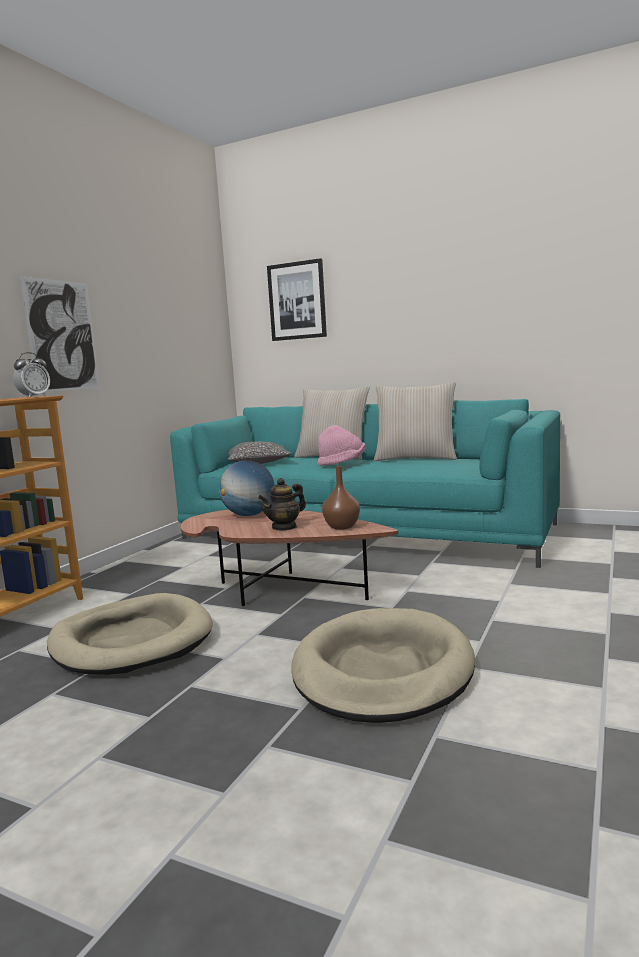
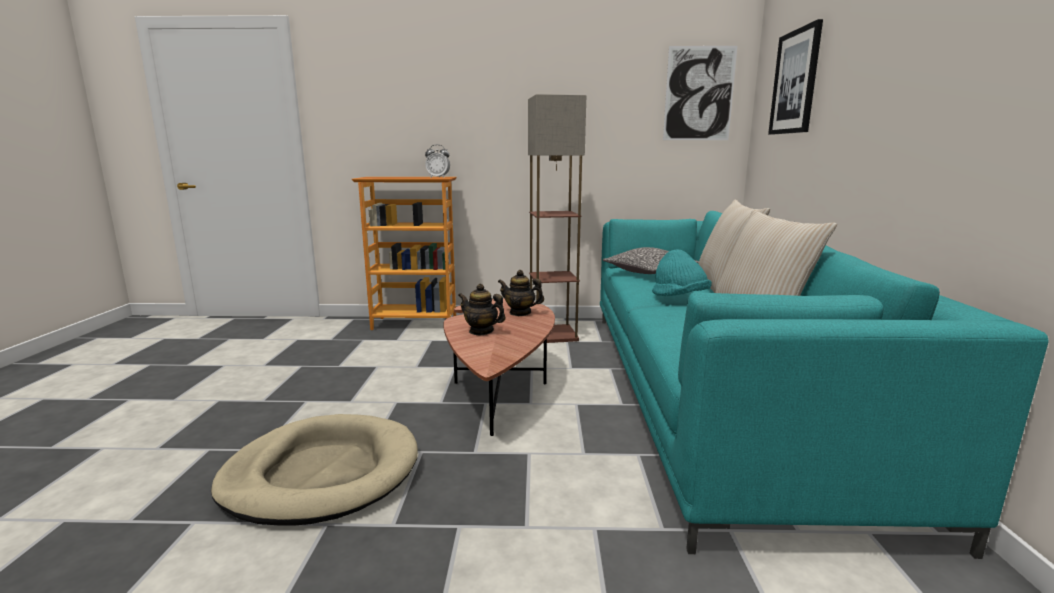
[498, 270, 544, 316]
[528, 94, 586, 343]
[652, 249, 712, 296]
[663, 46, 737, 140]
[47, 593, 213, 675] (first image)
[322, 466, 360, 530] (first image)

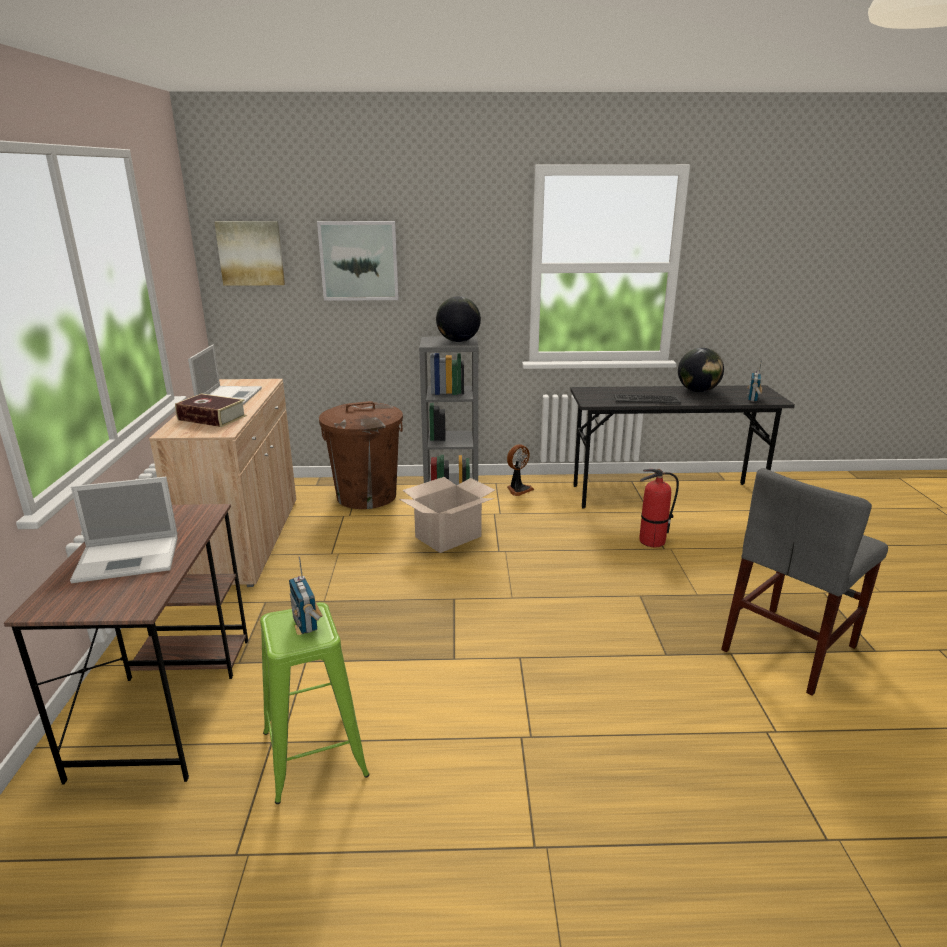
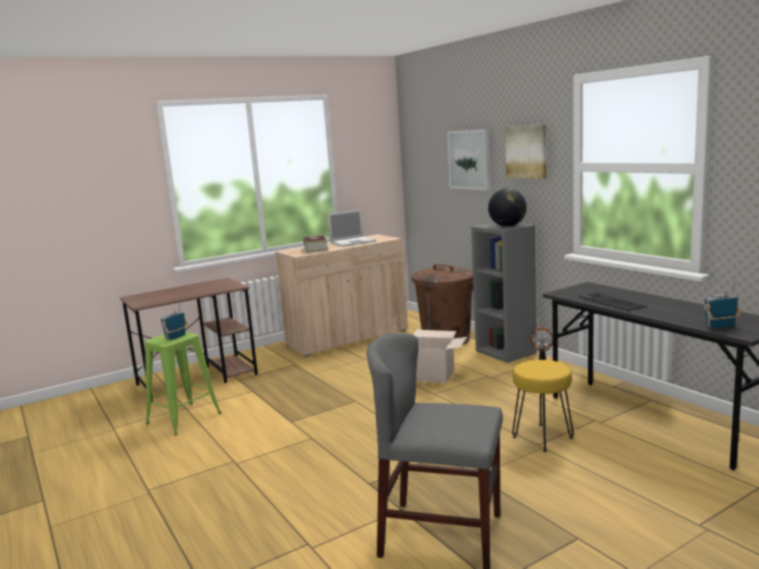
[505, 124, 547, 179]
[512, 360, 574, 452]
[70, 477, 178, 583] (first image)
[678, 348, 724, 392] (first image)

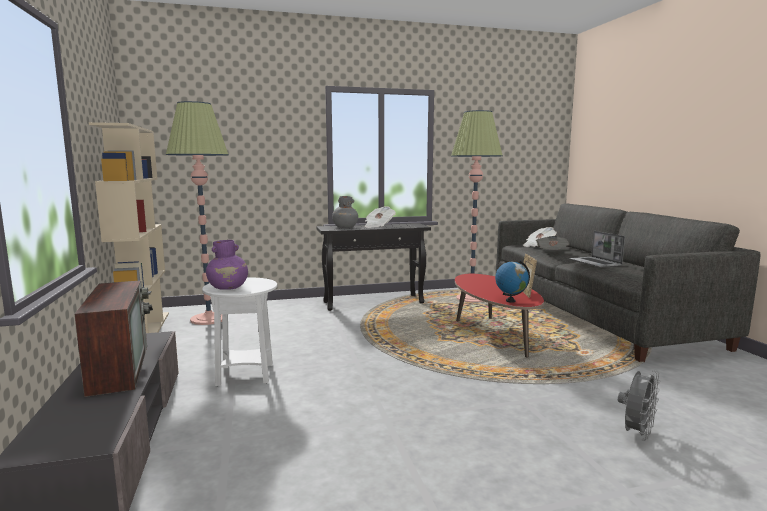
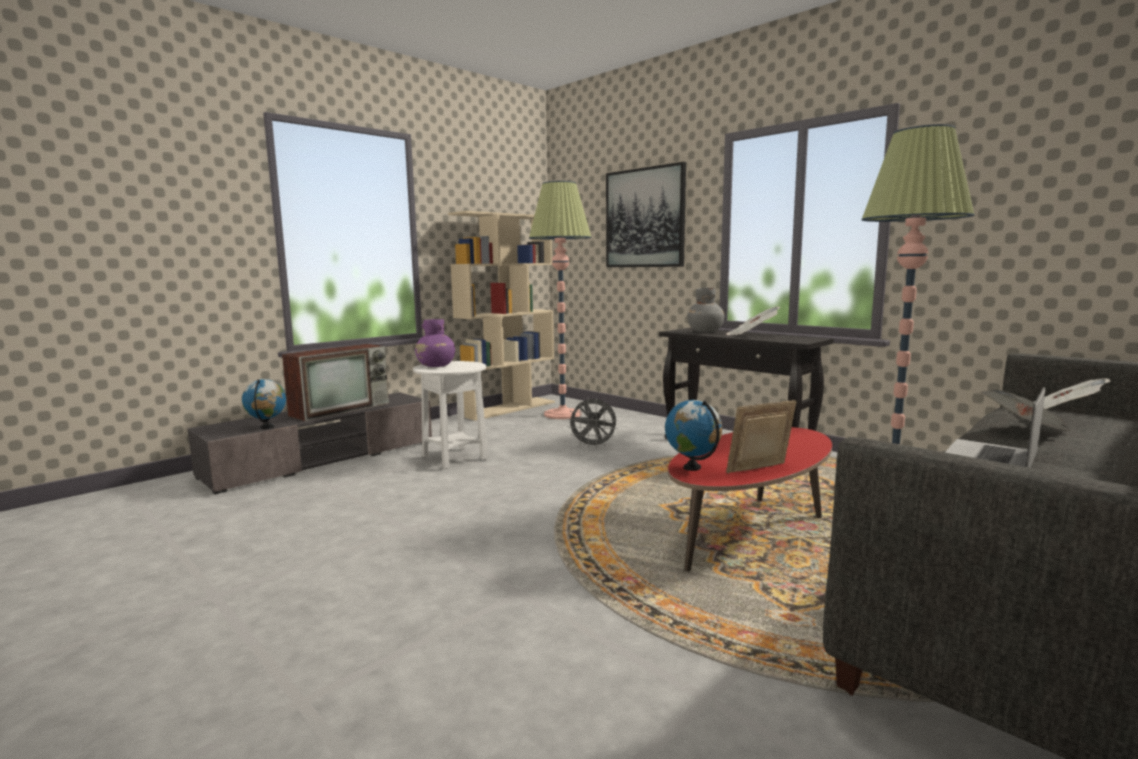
[242, 379, 286, 429]
[567, 398, 618, 448]
[606, 162, 686, 267]

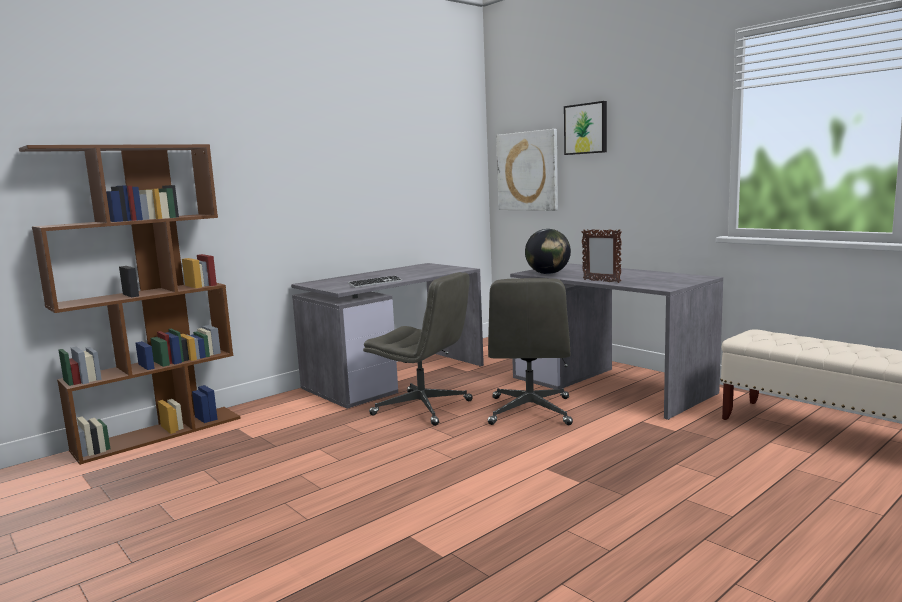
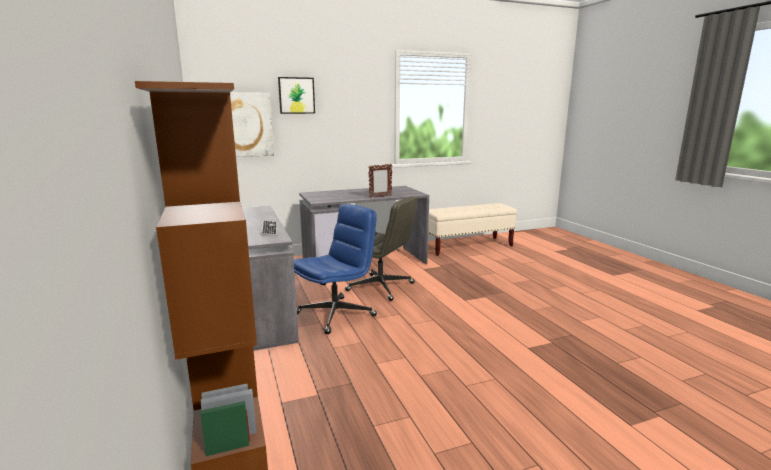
[294, 204, 377, 334]
[525, 229, 571, 274] (first image)

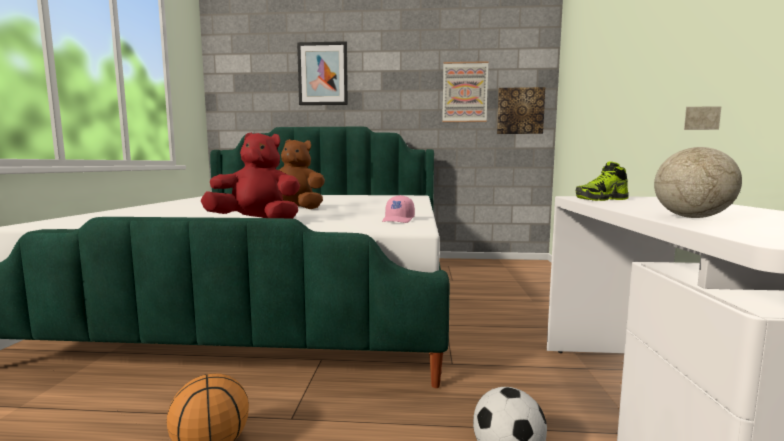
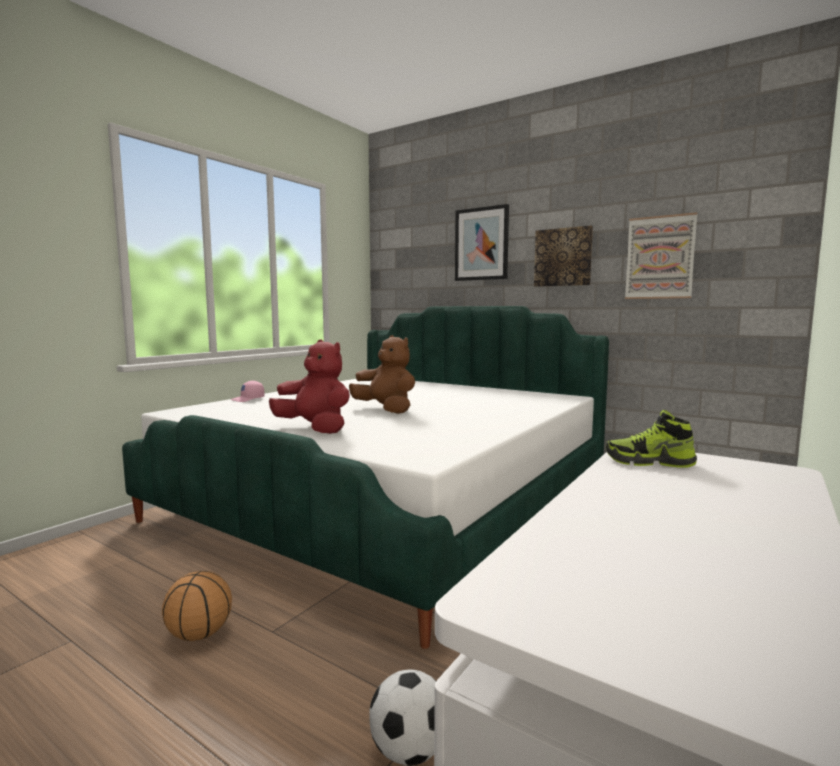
[230, 380, 264, 402]
[534, 226, 593, 287]
[654, 106, 742, 218] (first image)

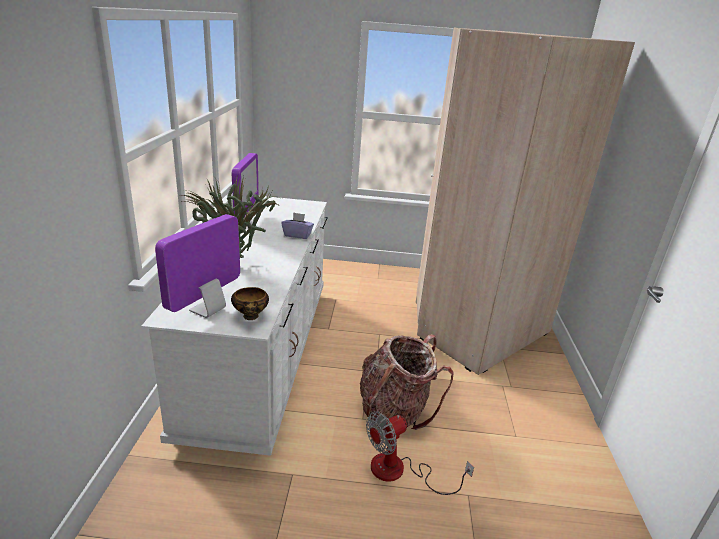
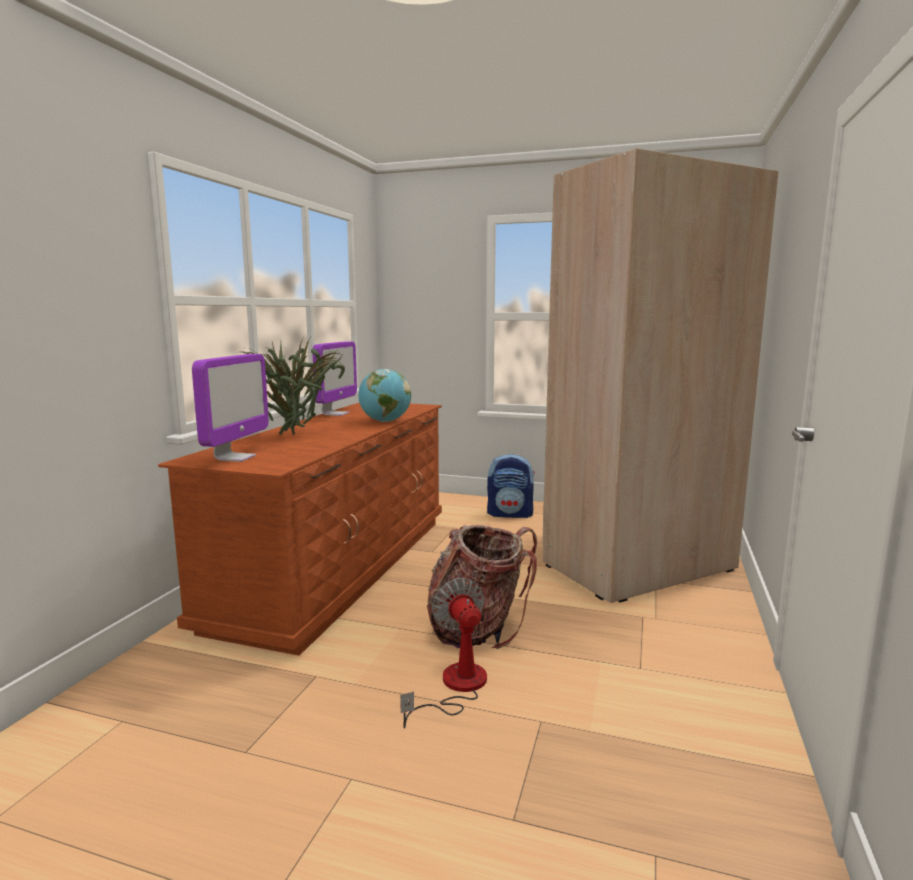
[158, 403, 442, 656]
[192, 354, 269, 462]
[358, 369, 411, 422]
[400, 578, 487, 729]
[487, 454, 535, 518]
[231, 287, 269, 320] (first image)

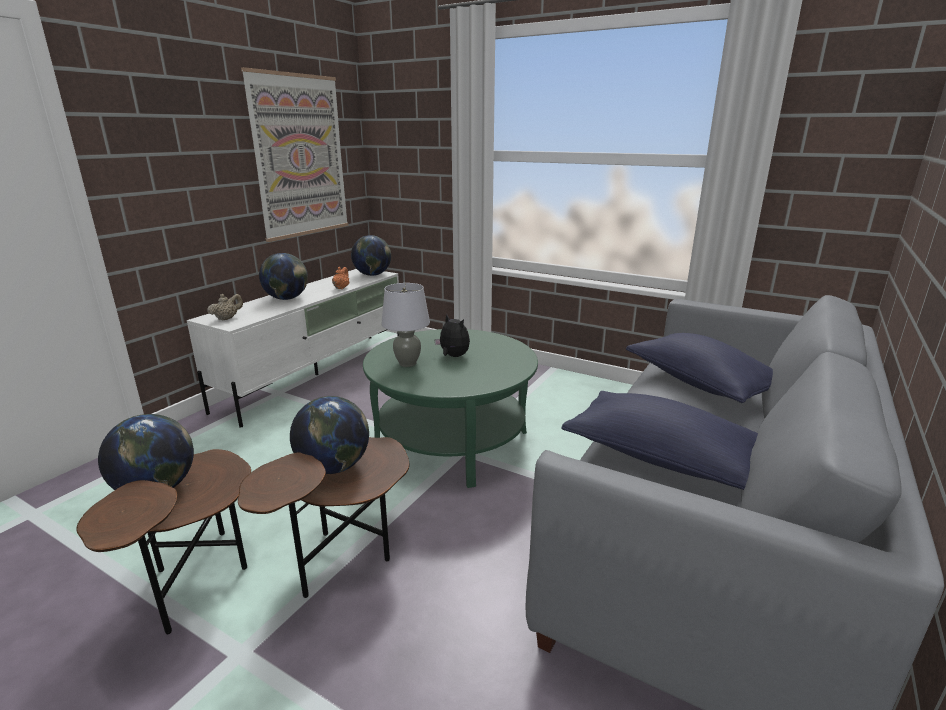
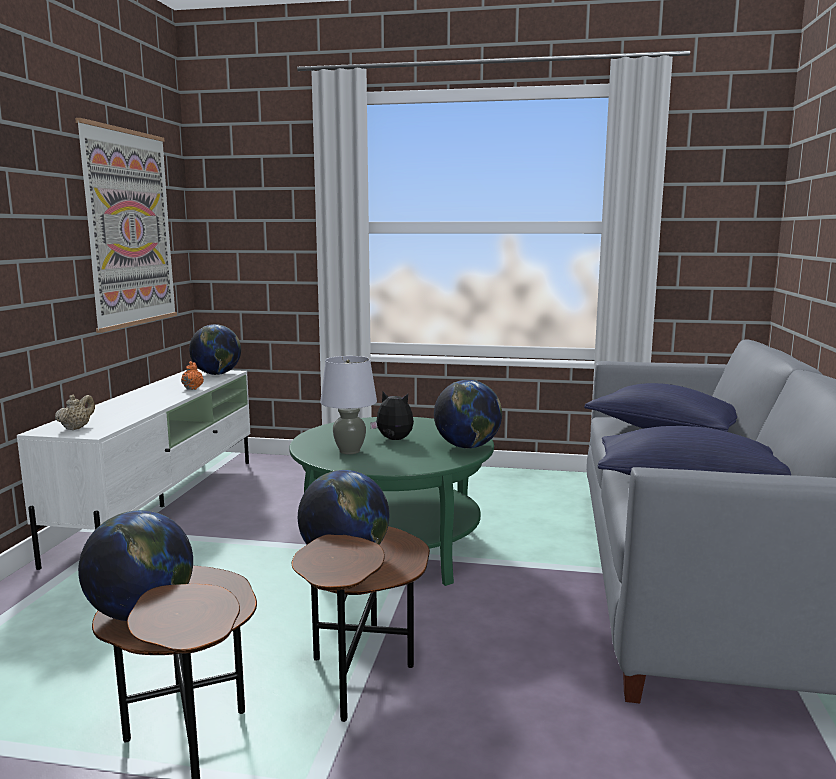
[434, 380, 502, 449]

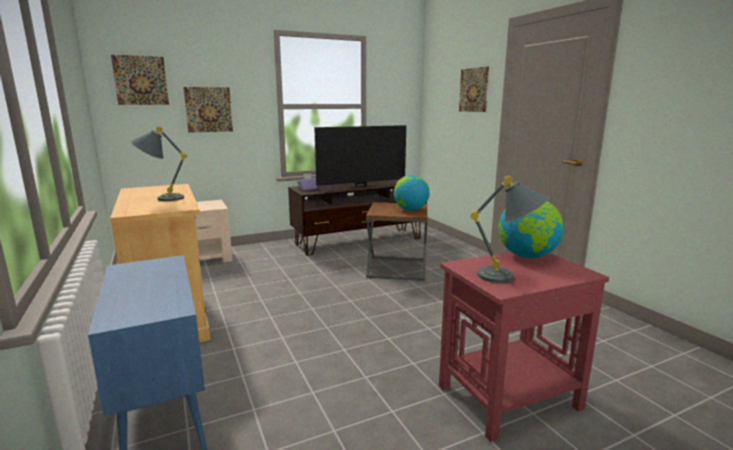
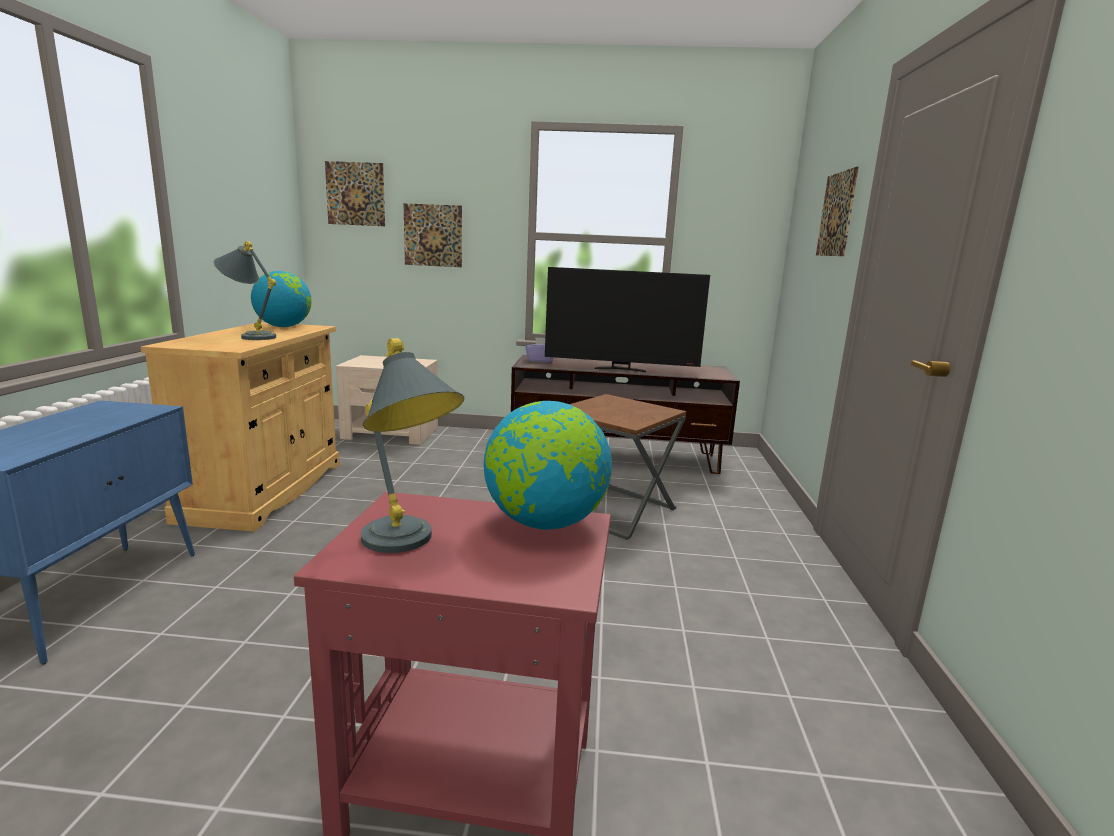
[251, 271, 312, 327]

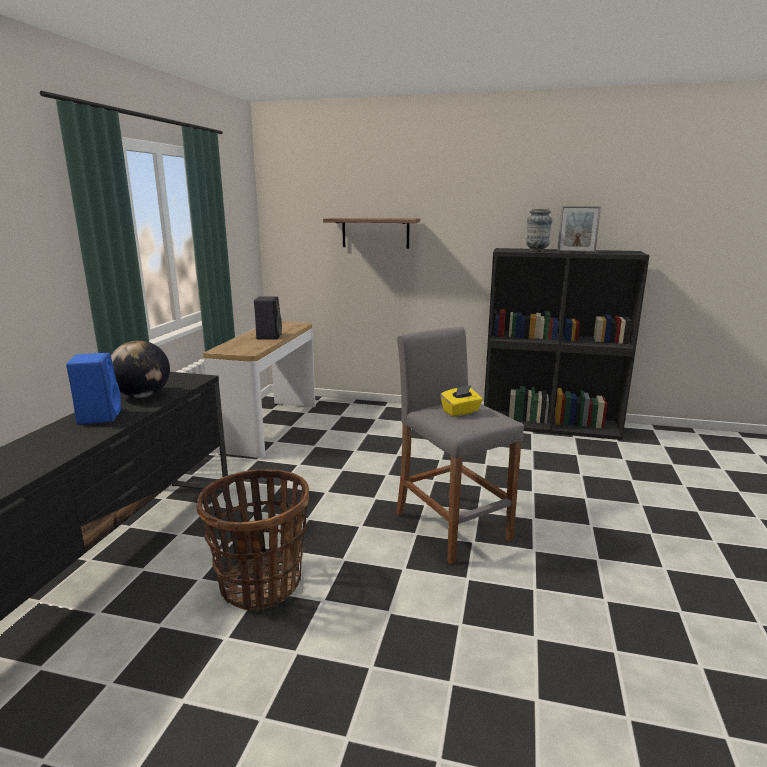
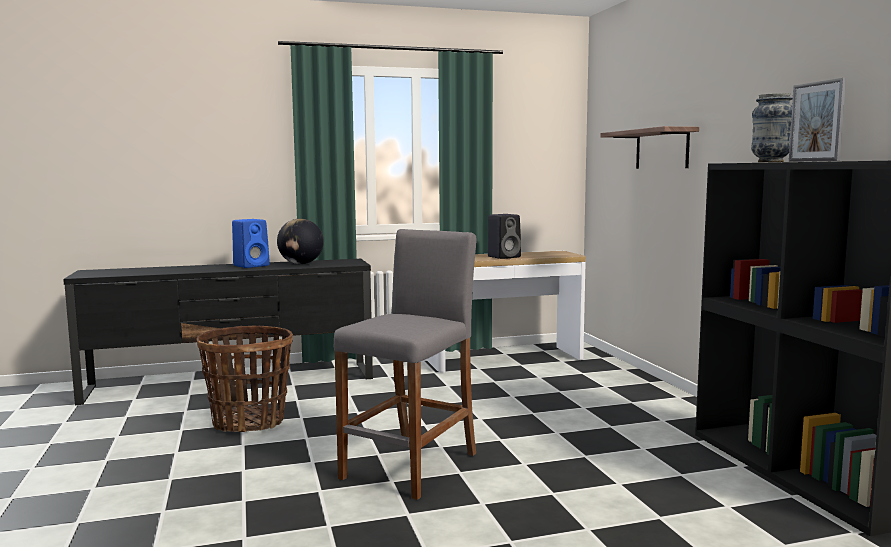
[440, 385, 483, 417] (first image)

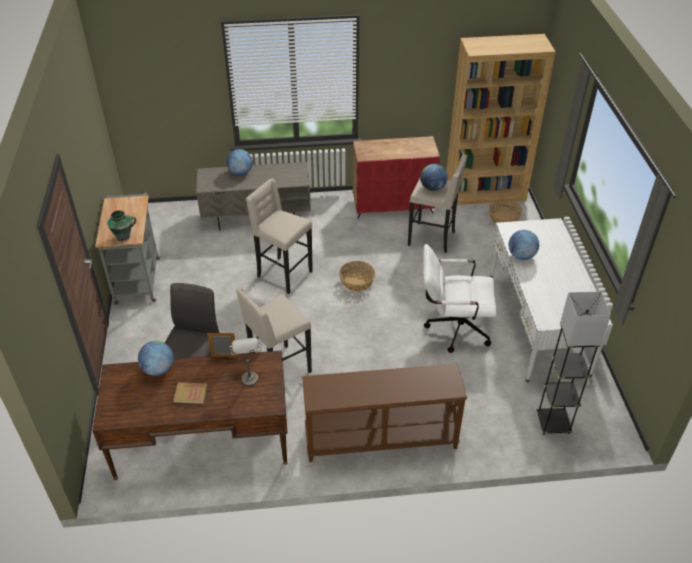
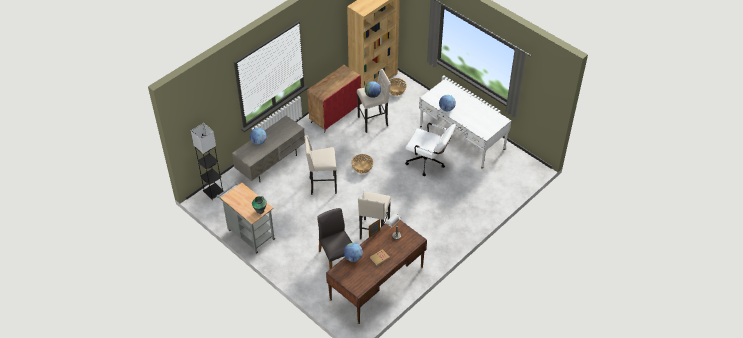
[191, 123, 224, 200]
[405, 123, 456, 176]
[302, 363, 467, 462] (first image)

